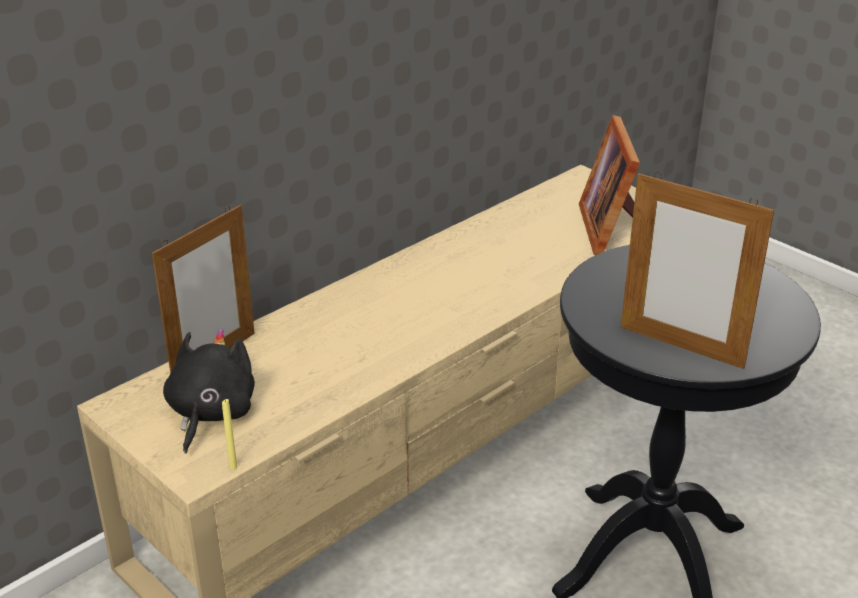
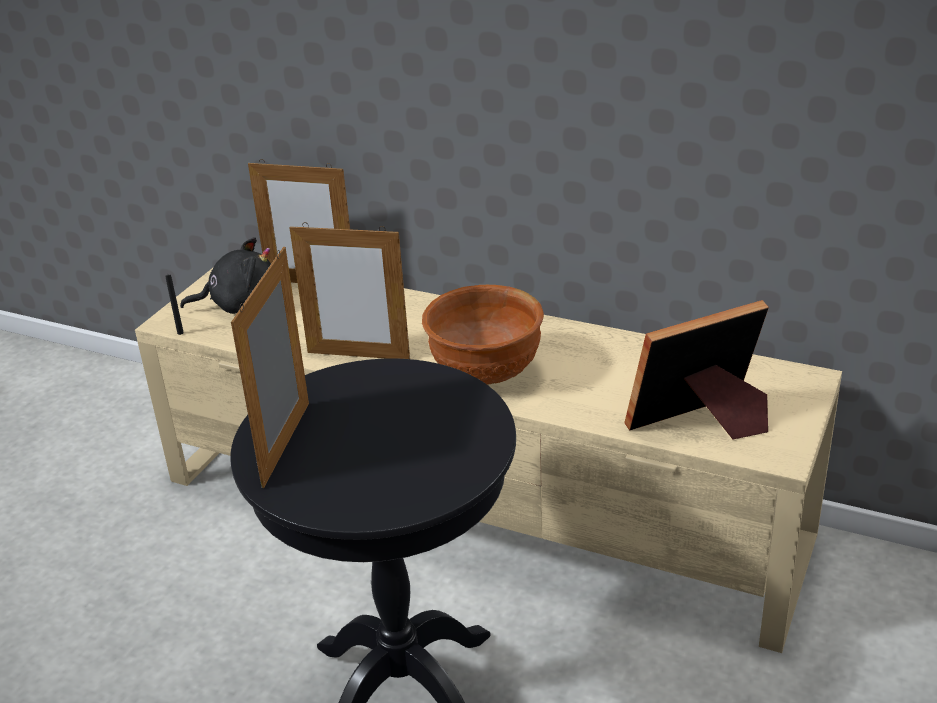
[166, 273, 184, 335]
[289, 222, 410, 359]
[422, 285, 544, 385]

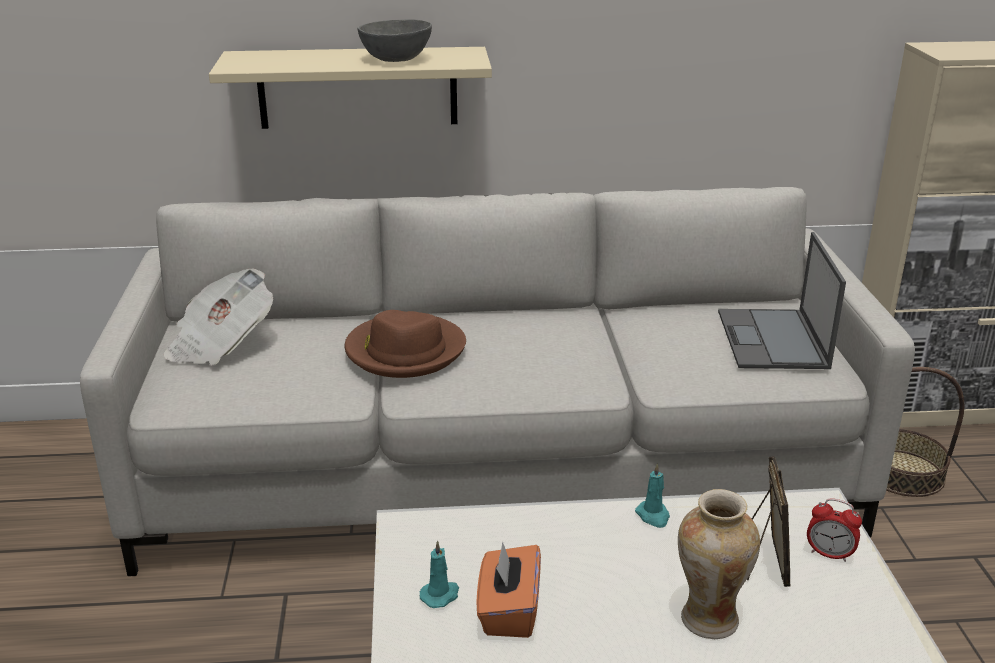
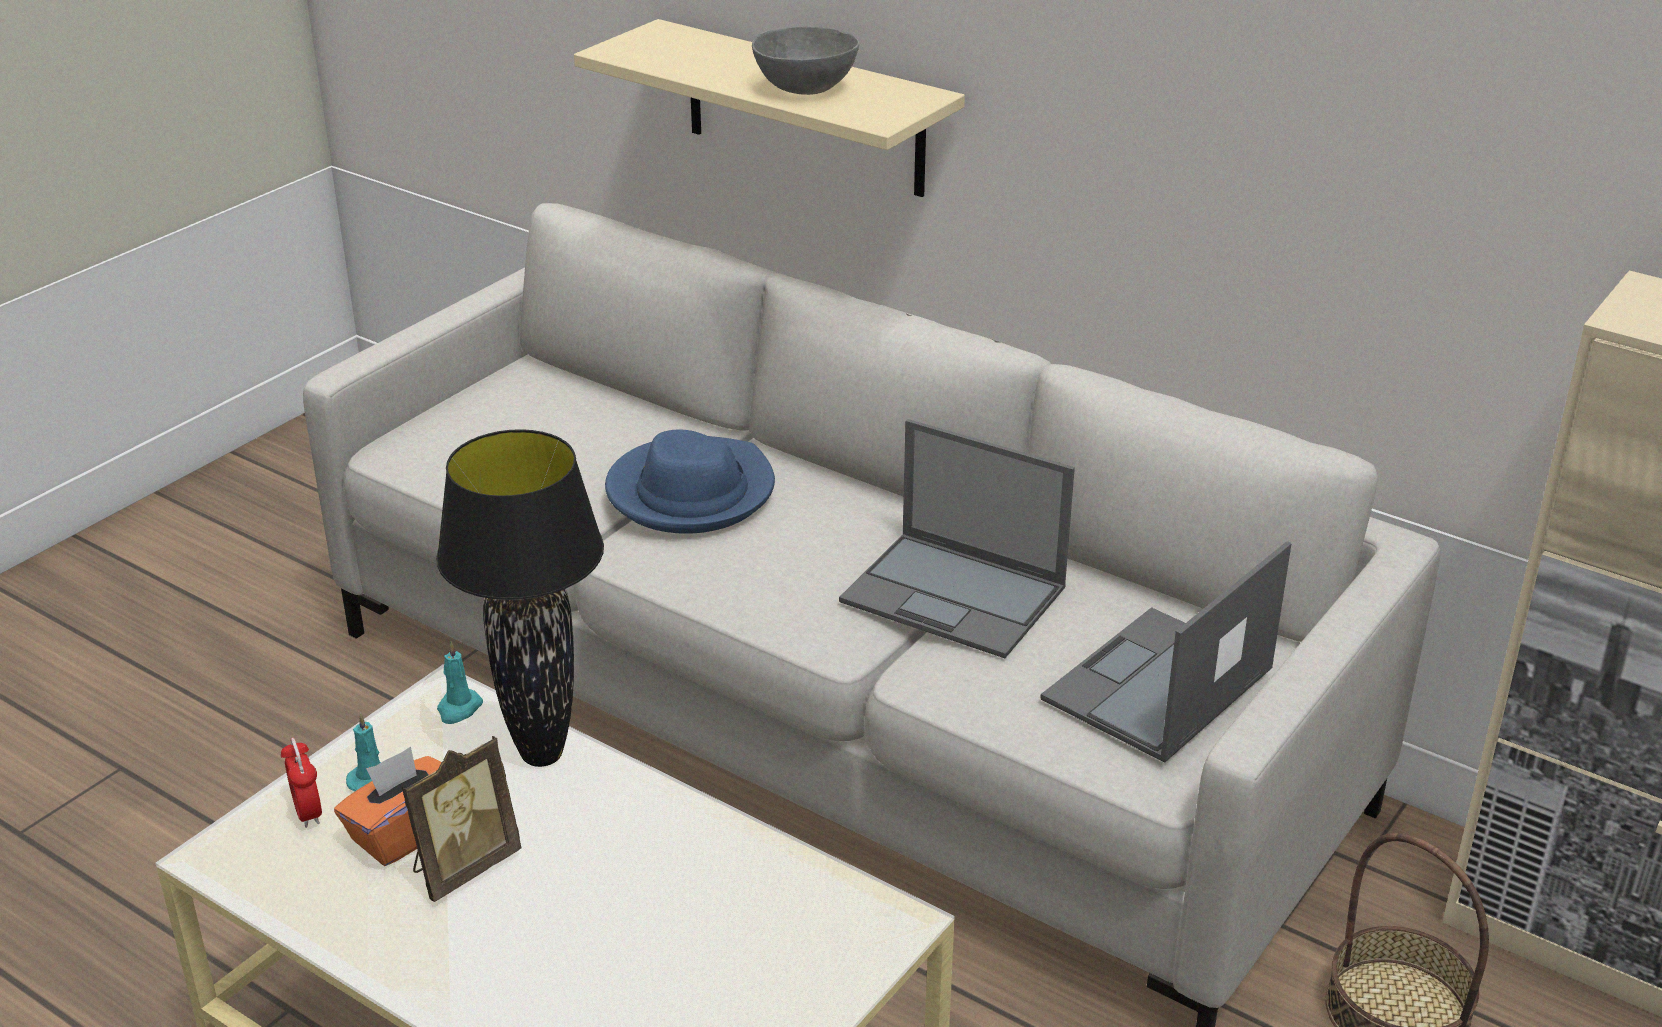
[281, 738, 322, 828]
[402, 736, 521, 902]
[436, 429, 604, 767]
[437, 642, 483, 724]
[605, 429, 775, 534]
[839, 419, 1075, 658]
[164, 269, 273, 365] (first image)
[678, 489, 760, 639] (first image)

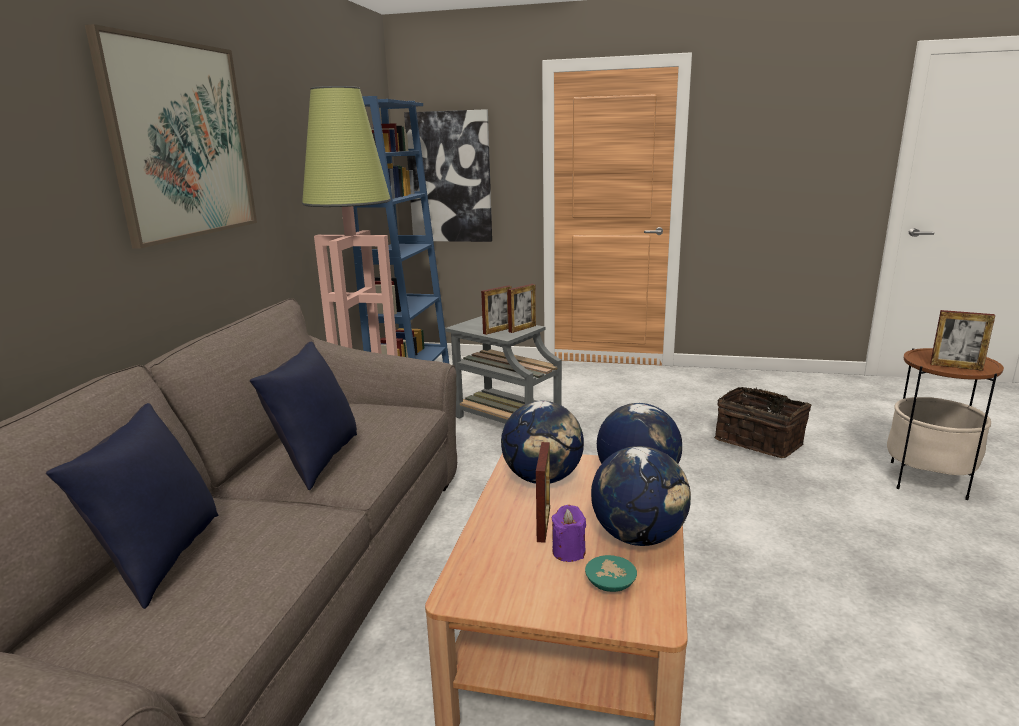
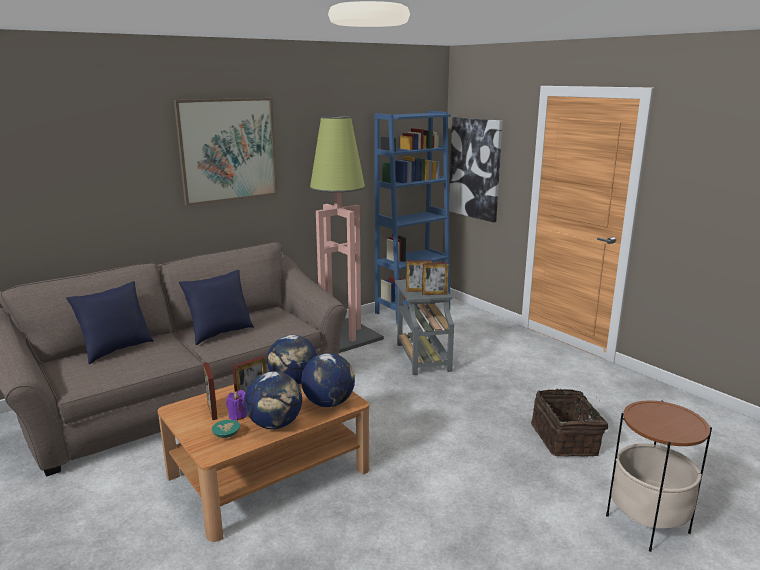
[203, 363, 218, 420]

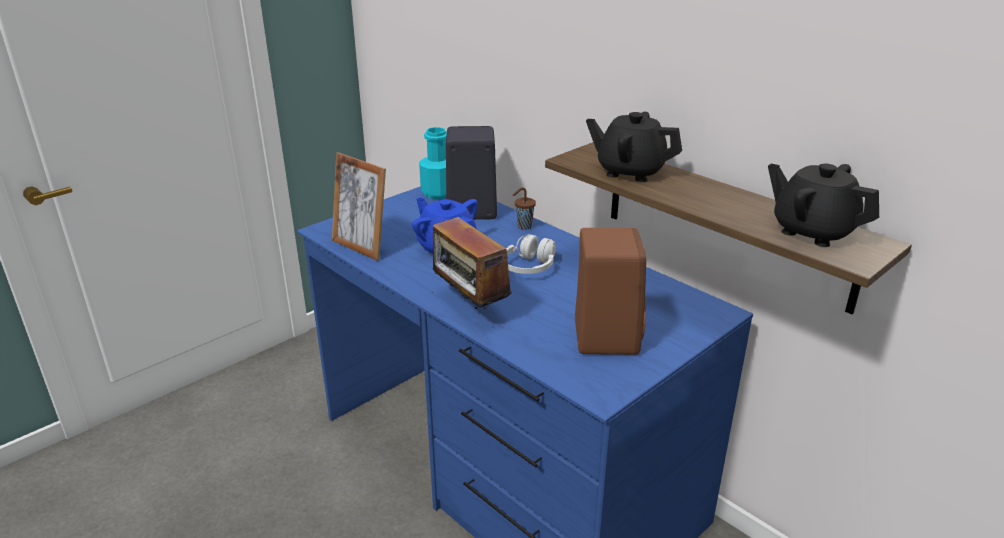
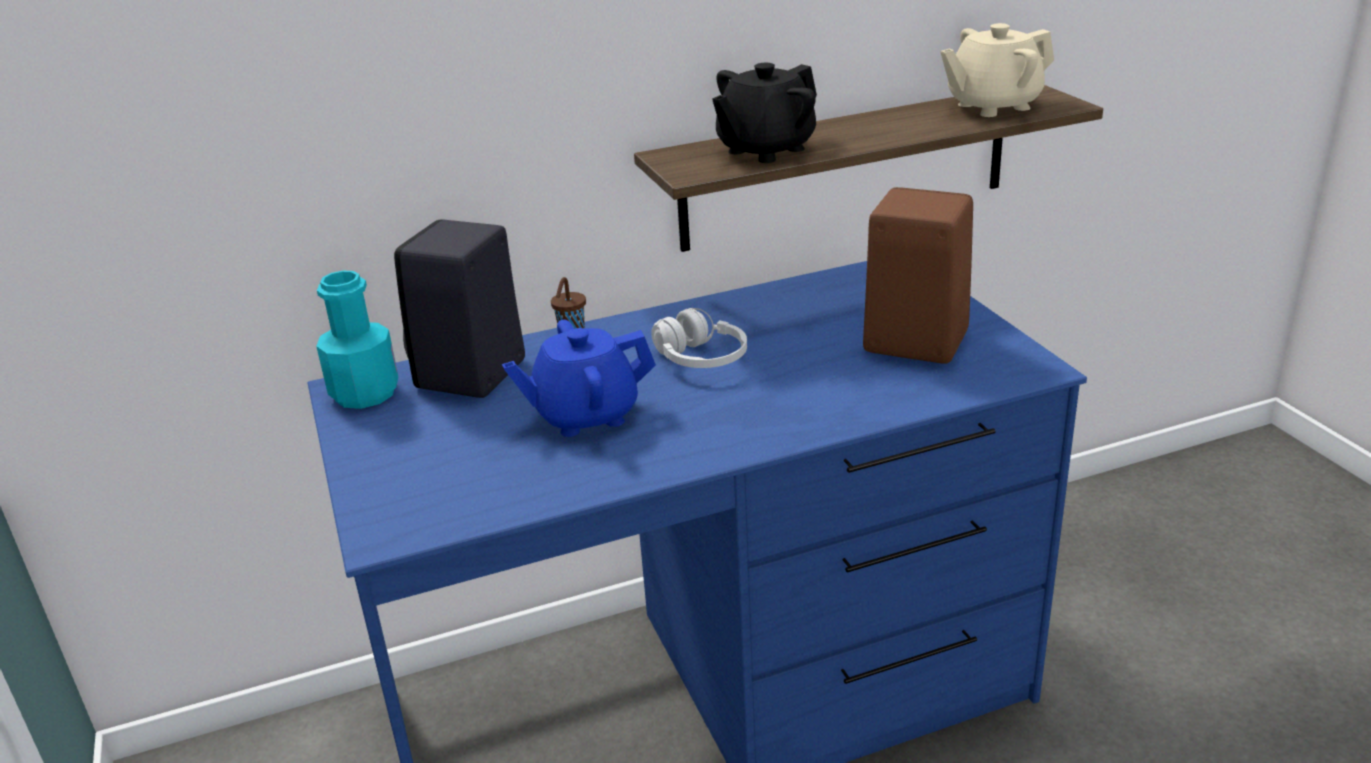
[941, 23, 1054, 117]
[332, 152, 386, 261] (first image)
[432, 209, 512, 309] (first image)

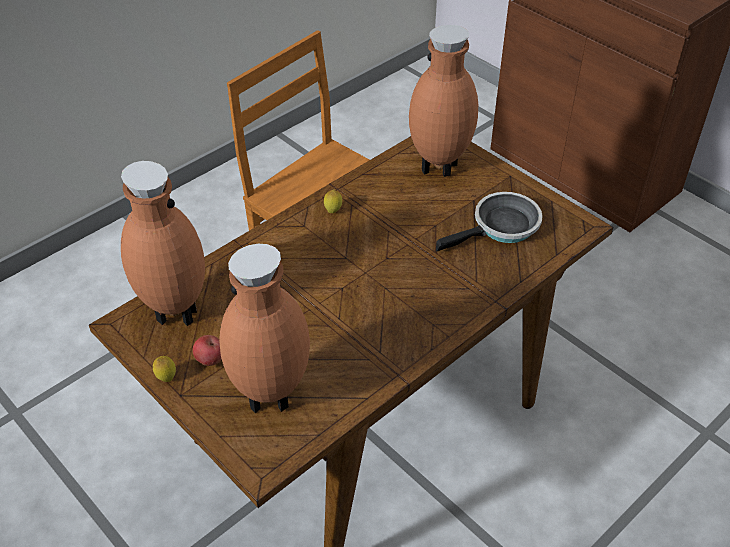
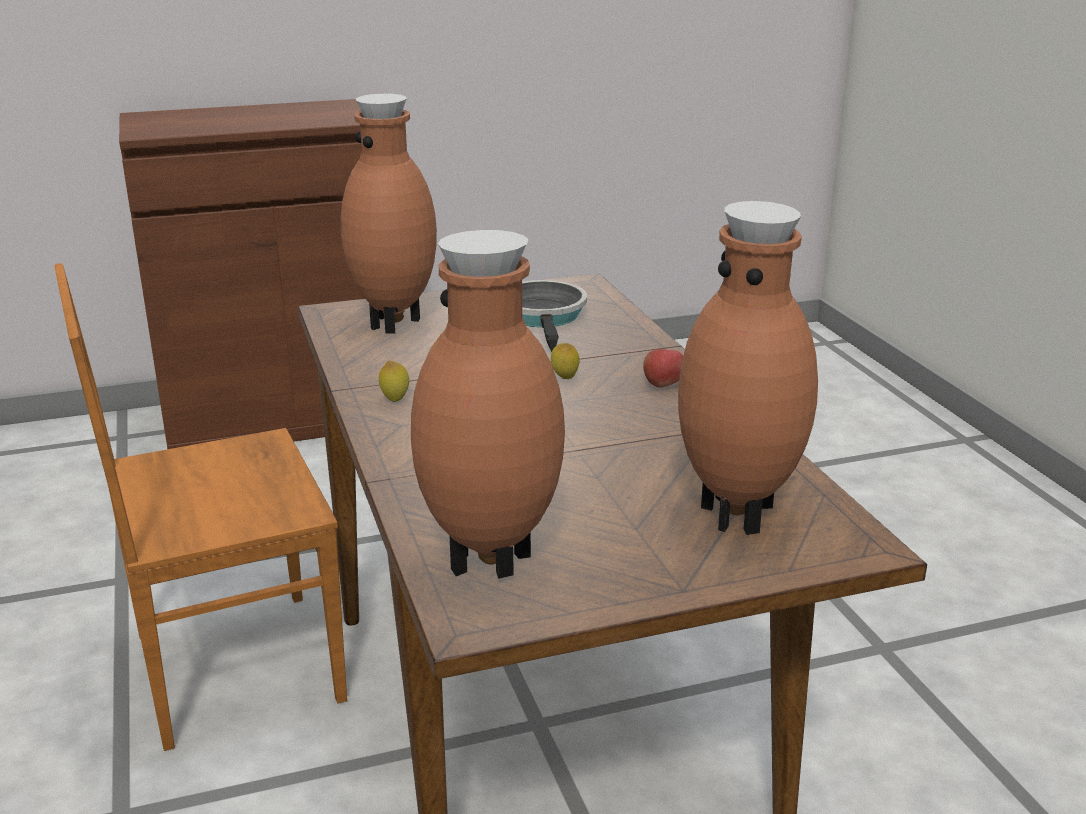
[551, 343, 580, 379]
[643, 349, 683, 388]

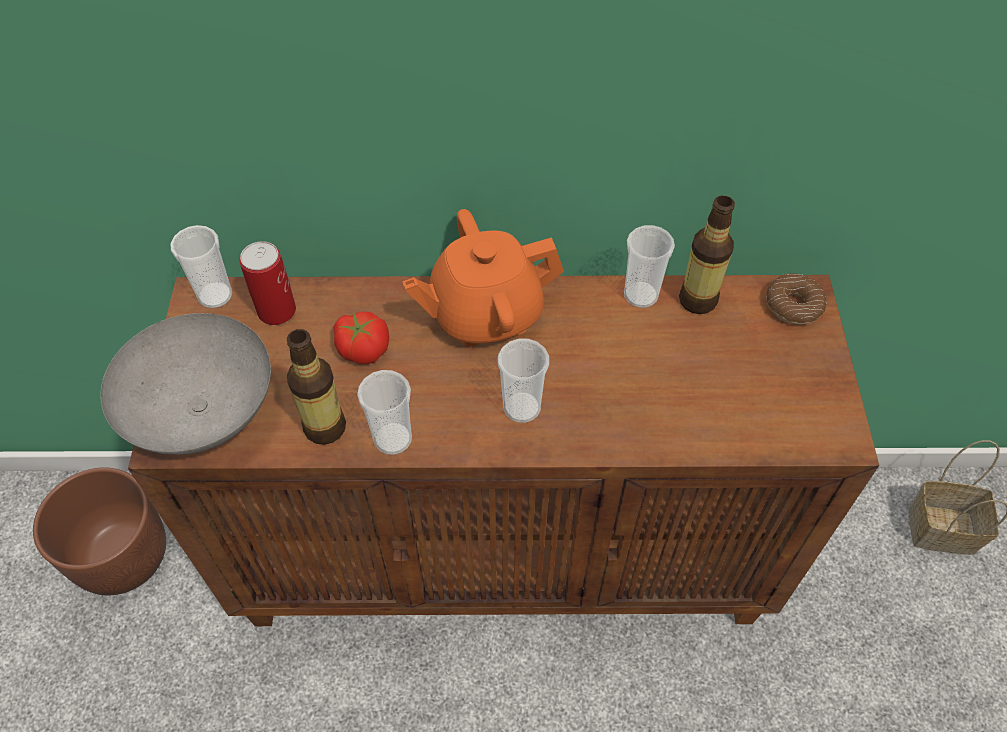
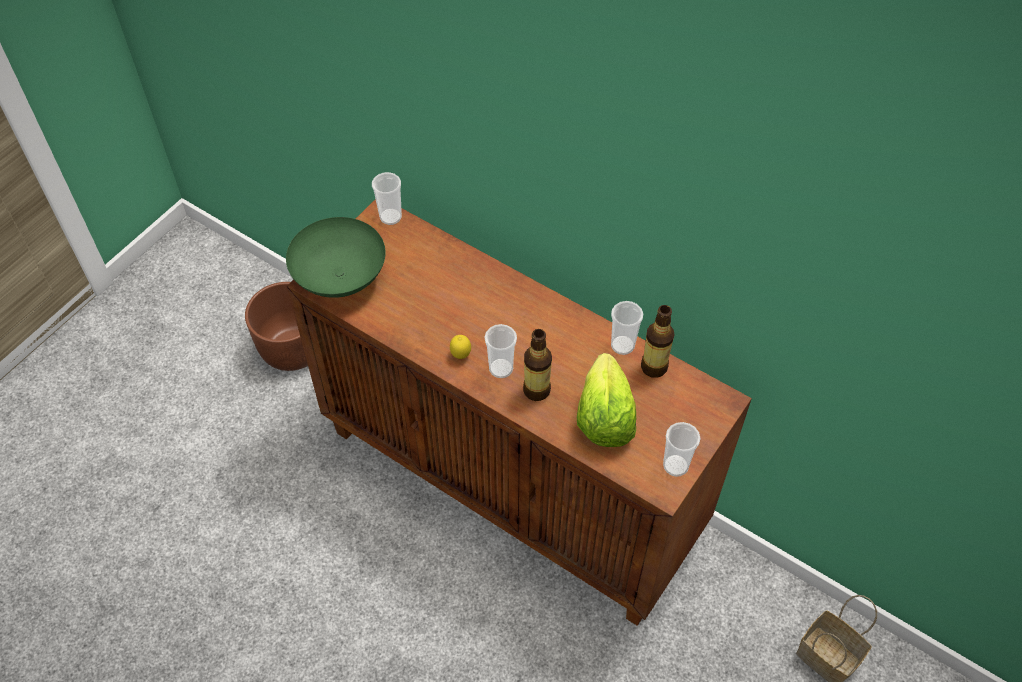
[286, 217, 386, 298]
[450, 335, 471, 359]
[523, 329, 552, 401]
[577, 353, 636, 447]
[663, 422, 701, 477]
[239, 241, 296, 325] (first image)
[334, 312, 389, 364] (first image)
[402, 209, 564, 347] (first image)
[766, 273, 827, 325] (first image)

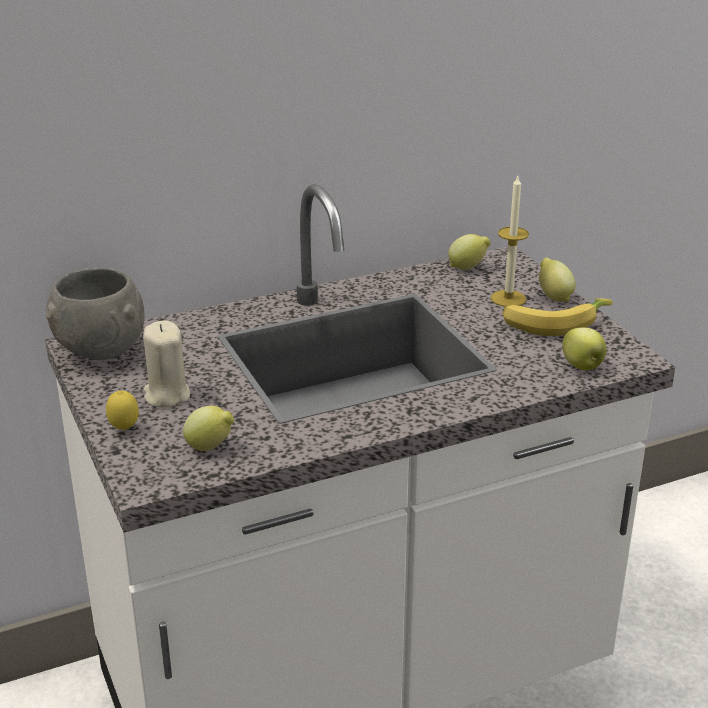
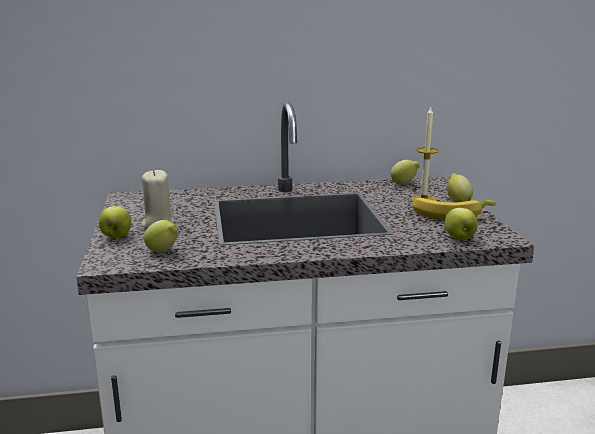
[99, 206, 131, 238]
[46, 267, 145, 360] (first image)

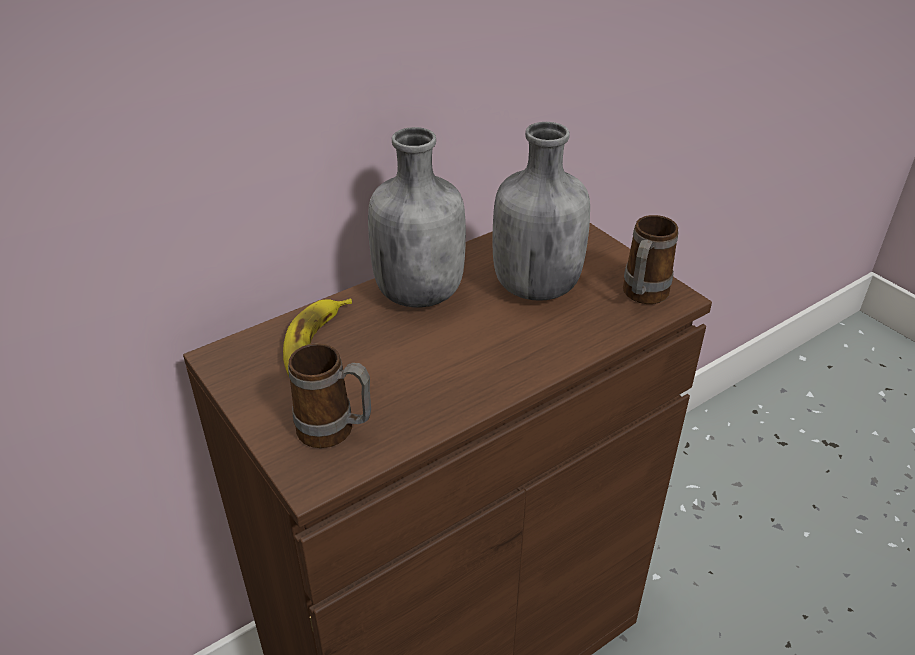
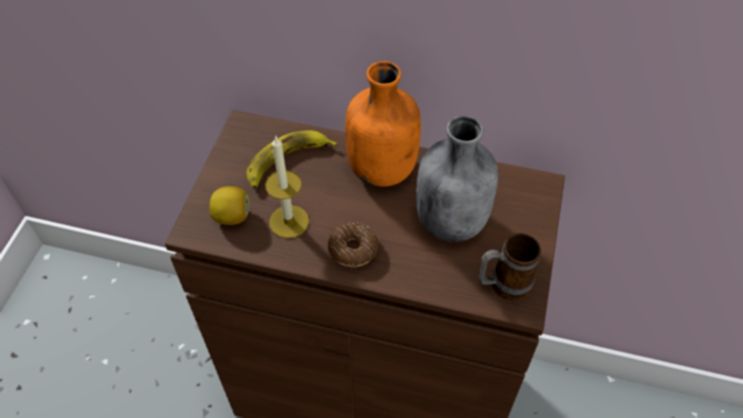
[210, 186, 250, 225]
[265, 137, 309, 238]
[328, 222, 378, 267]
[345, 61, 421, 187]

